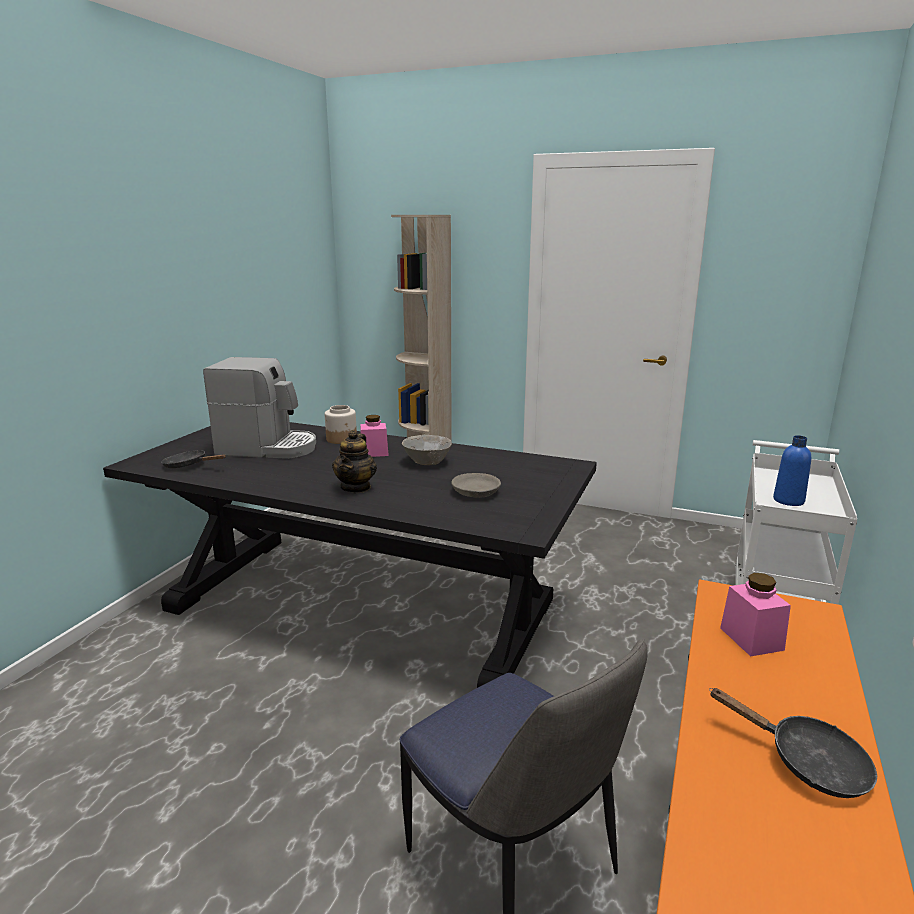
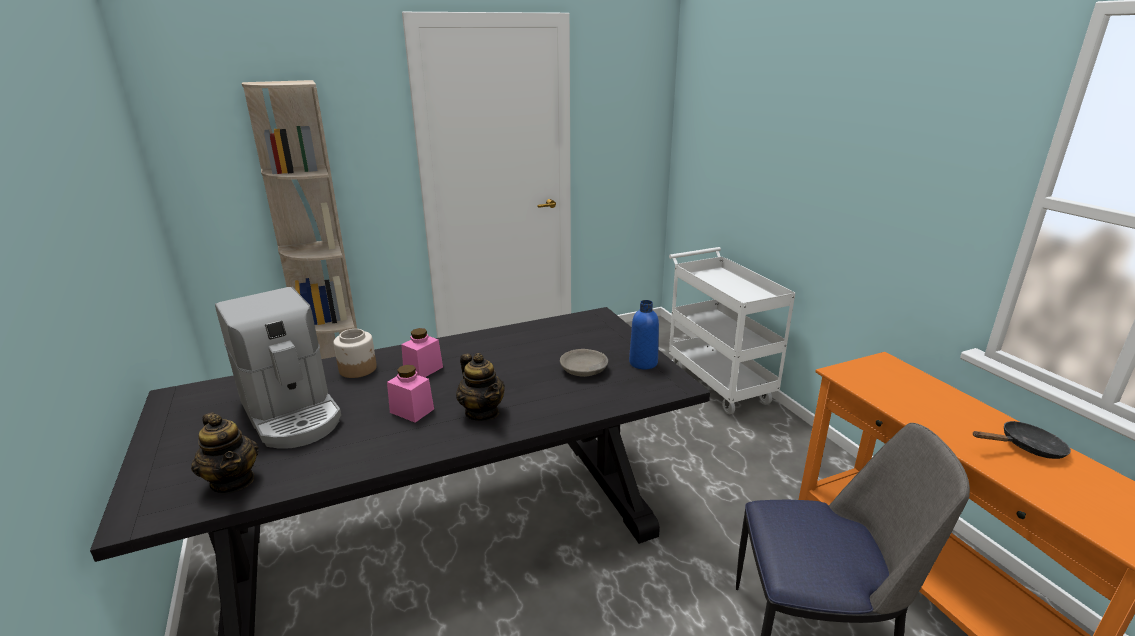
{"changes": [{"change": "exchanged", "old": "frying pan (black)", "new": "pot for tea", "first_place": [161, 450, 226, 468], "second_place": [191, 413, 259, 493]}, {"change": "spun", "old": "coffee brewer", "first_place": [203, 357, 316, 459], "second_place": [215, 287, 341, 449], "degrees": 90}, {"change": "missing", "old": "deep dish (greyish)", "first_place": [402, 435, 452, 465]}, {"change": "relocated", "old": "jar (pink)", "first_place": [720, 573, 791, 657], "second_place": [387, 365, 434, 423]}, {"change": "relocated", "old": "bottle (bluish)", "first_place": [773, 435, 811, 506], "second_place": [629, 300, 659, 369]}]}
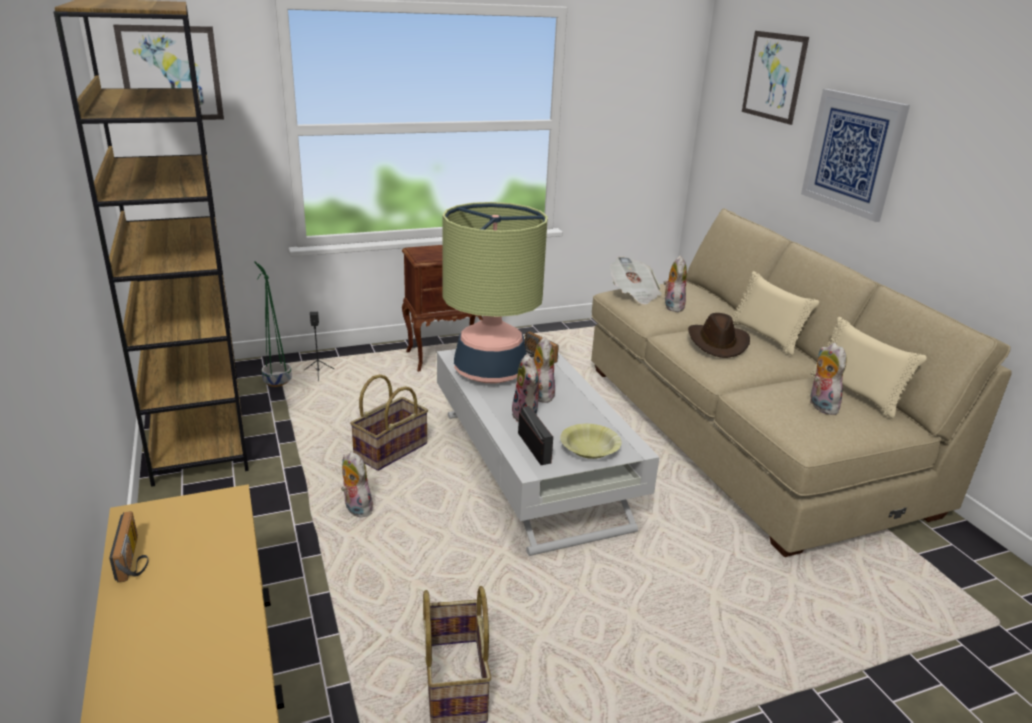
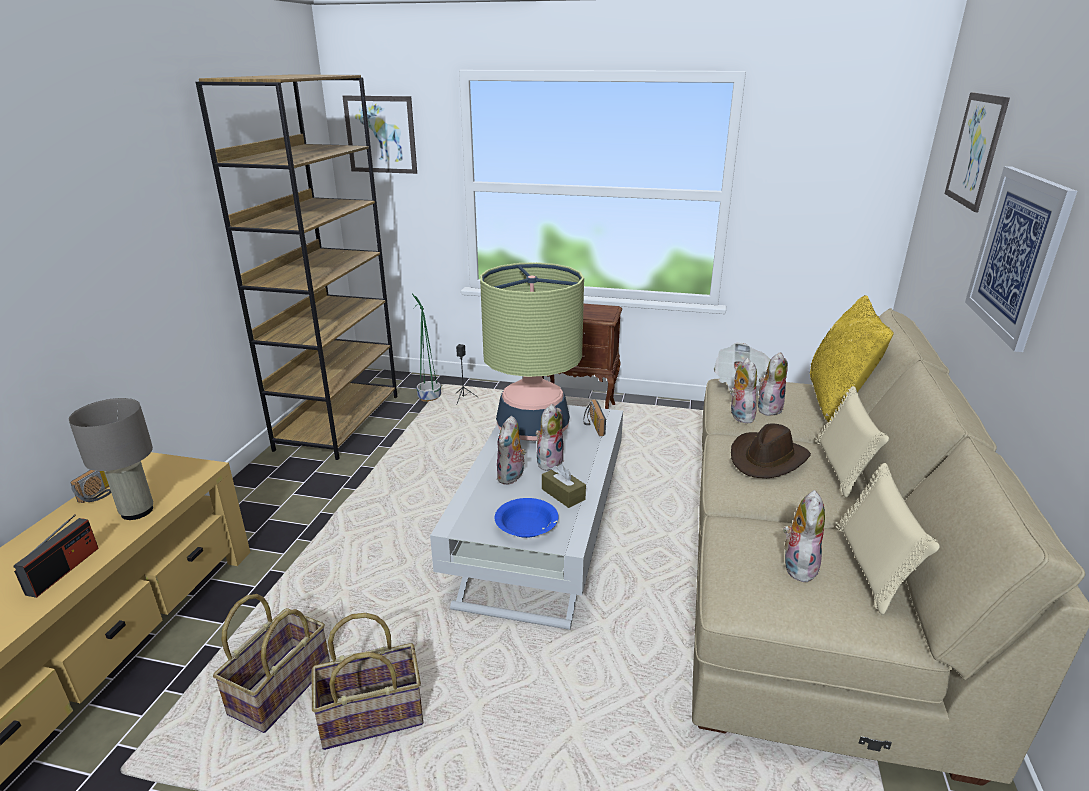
{"changes": [{"change": "relocated", "old": "plush toy", "first_place": [341, 451, 373, 517], "second_place": [730, 358, 757, 423]}, {"change": "relocated", "old": "storage basket", "first_place": [350, 374, 428, 471], "second_place": [312, 613, 423, 750]}, {"change": "relocated", "old": "radio", "first_place": [518, 404, 553, 465], "second_place": [14, 514, 99, 598]}, {"change": "colour", "old": "deep dish (yellow-coloured)", "new": "deep dish (bluish)", "first_place": [560, 424, 622, 459], "second_place": [495, 498, 559, 538]}, {"change": "appeared", "new": "lamp for a table (greyish)", "second_place": [69, 398, 153, 520]}, {"change": "appeared", "new": "box of tissues (brown)", "second_place": [542, 464, 586, 508]}, {"change": "appeared", "new": "pillow (yellow-coloured)", "second_place": [809, 296, 893, 422]}]}
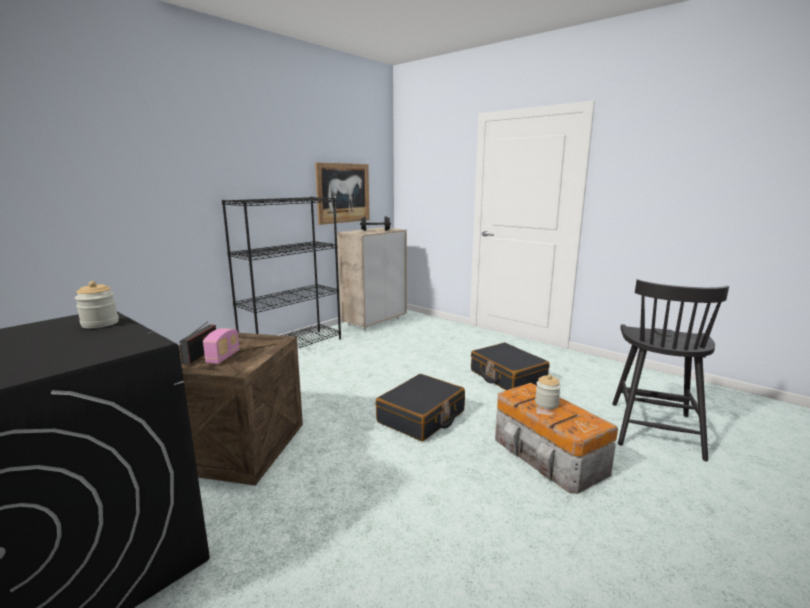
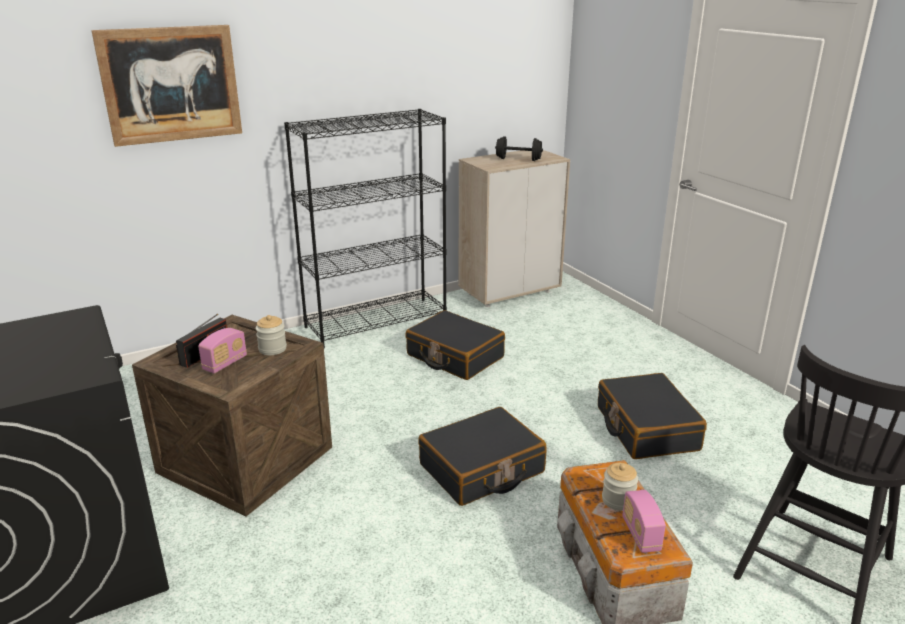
{"changes": [{"change": "relocated", "old": "jar", "first_place": [75, 281, 119, 328], "second_place": [256, 315, 287, 355]}, {"change": "relocated", "old": "picture", "first_place": [315, 162, 370, 225], "second_place": [91, 25, 242, 147]}, {"change": "appeared", "new": "travel case (black)", "second_place": [405, 310, 505, 380]}, {"change": "appeared", "new": "radio", "second_place": [622, 490, 666, 553]}]}
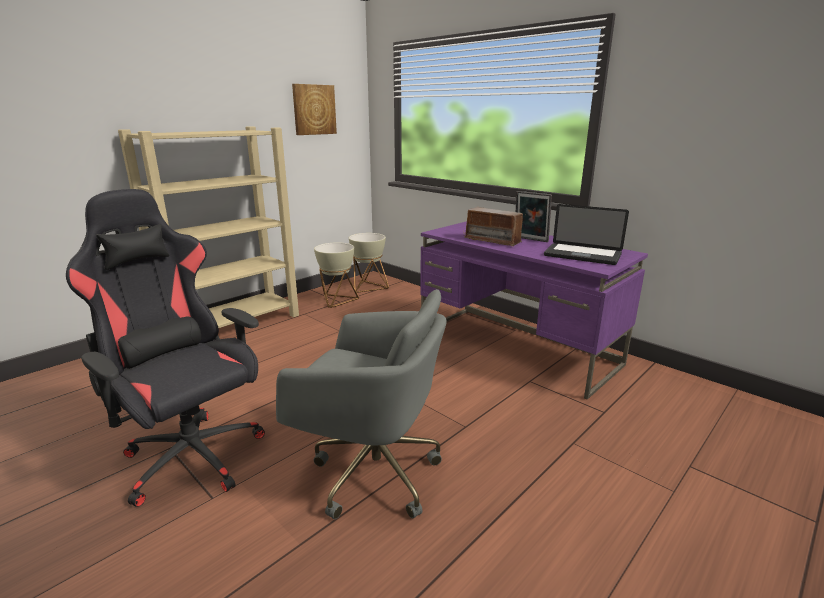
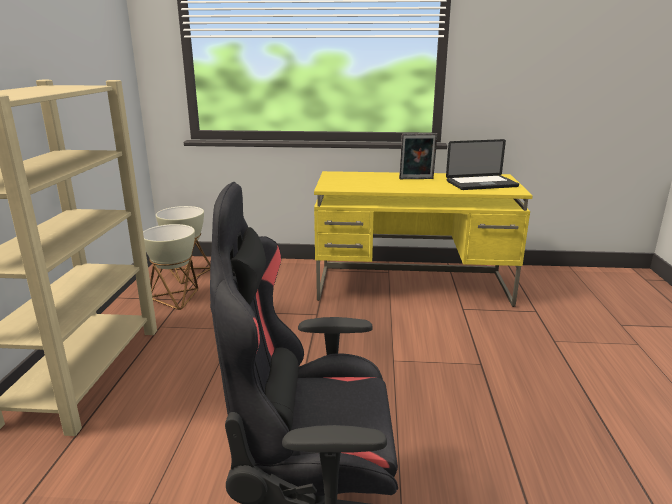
{"changes": [{"change": "missing", "old": "computer chair (greyish)", "first_place": [276, 289, 447, 519]}, {"change": "missing", "old": "picture", "first_place": [292, 84, 337, 135]}, {"change": "colour", "old": "desk (purple-coloured)", "new": "desk (yellow-coloured)", "first_place": [420, 221, 648, 399], "second_place": [314, 171, 533, 307]}, {"change": "missing", "old": "radio", "first_place": [463, 207, 526, 247]}]}
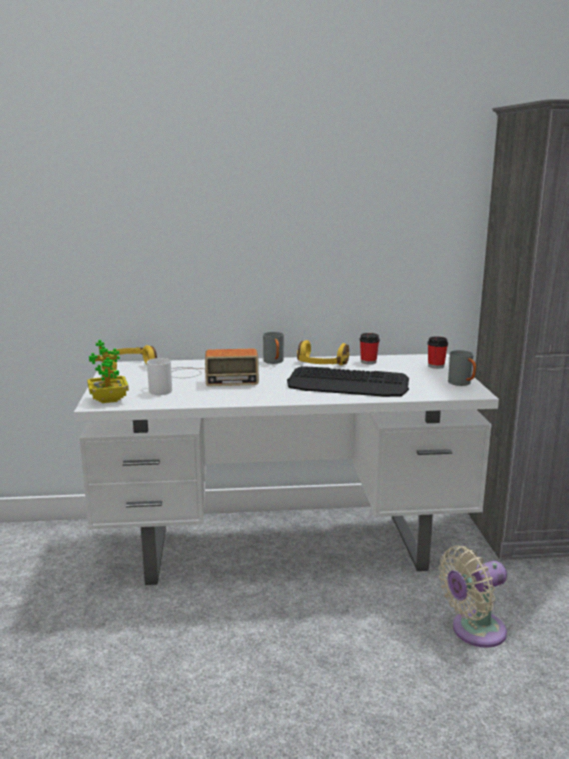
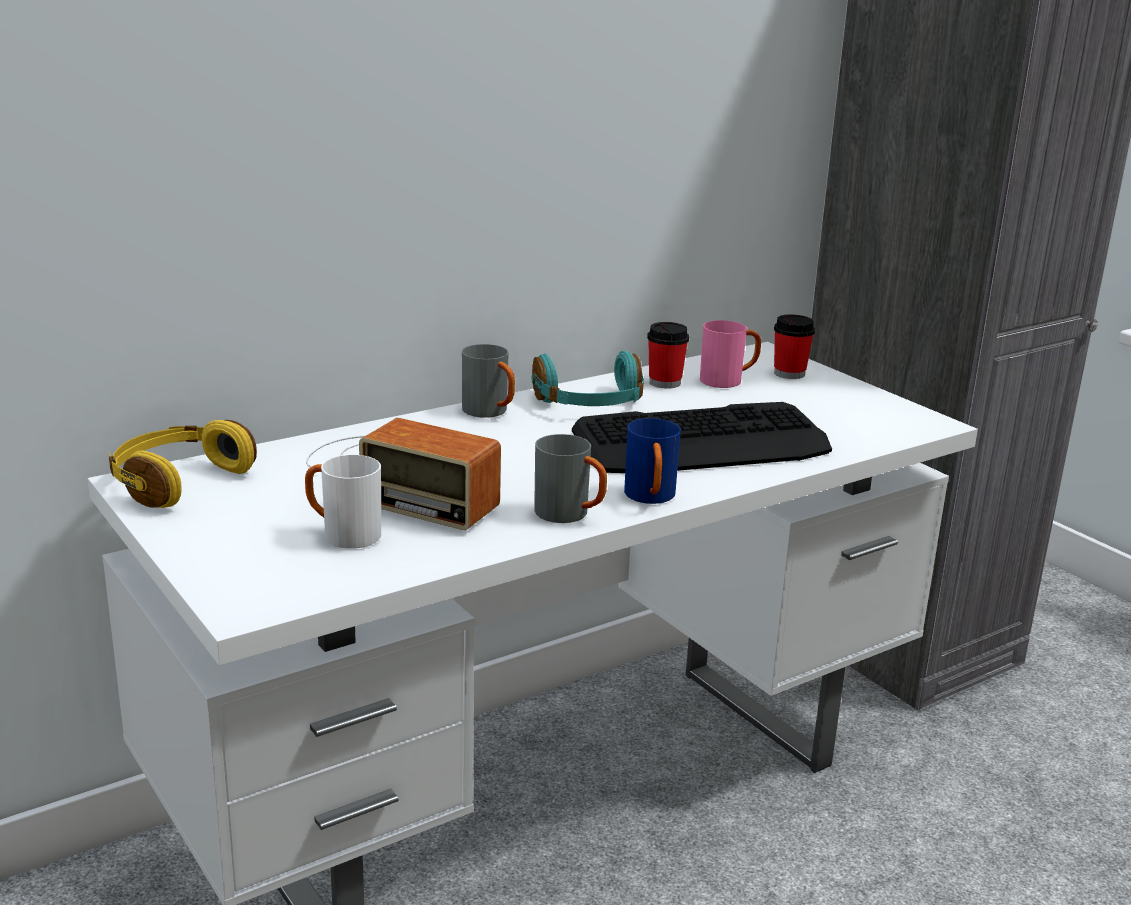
{"changes": [{"change": "missing", "old": "plant in a pot", "first_place": [87, 340, 129, 403]}, {"change": "spun", "old": "radio", "first_place": [171, 348, 259, 386], "second_place": [306, 418, 501, 530], "degrees": 60}, {"change": "colour", "old": "pair of headphones (yellow-coloured)", "new": "pair of headphones (blue-green)", "first_place": [297, 340, 349, 365], "second_place": [532, 351, 644, 406]}, {"change": "missing", "old": "cooling fan (sand-coloured)", "first_place": [439, 546, 507, 648]}, {"change": "relocated", "old": "mug (greyish)", "first_place": [448, 350, 476, 386], "second_place": [534, 434, 607, 523]}, {"change": "appeared", "new": "mug (bluish)", "second_place": [624, 418, 681, 504]}, {"change": "appeared", "new": "mug (pink)", "second_place": [700, 320, 761, 388]}]}
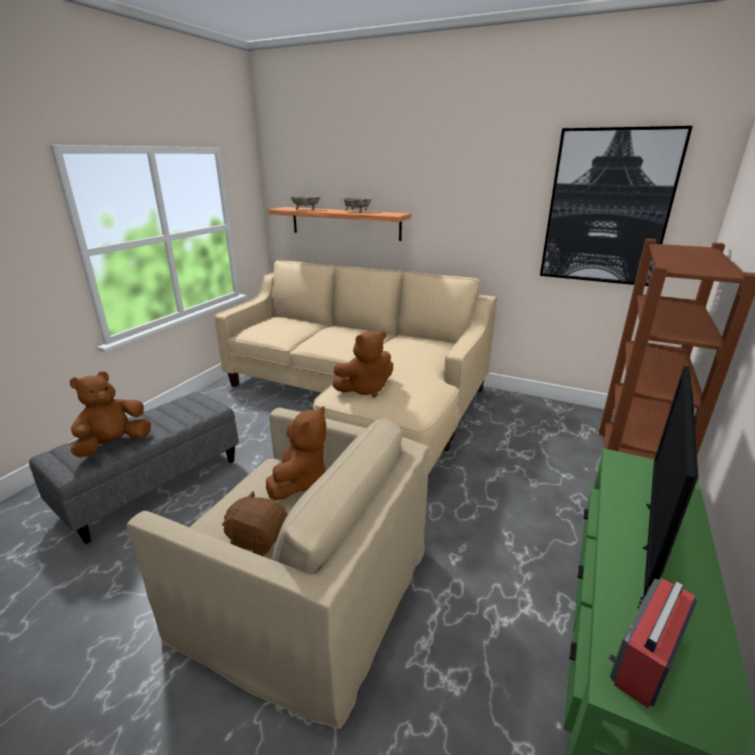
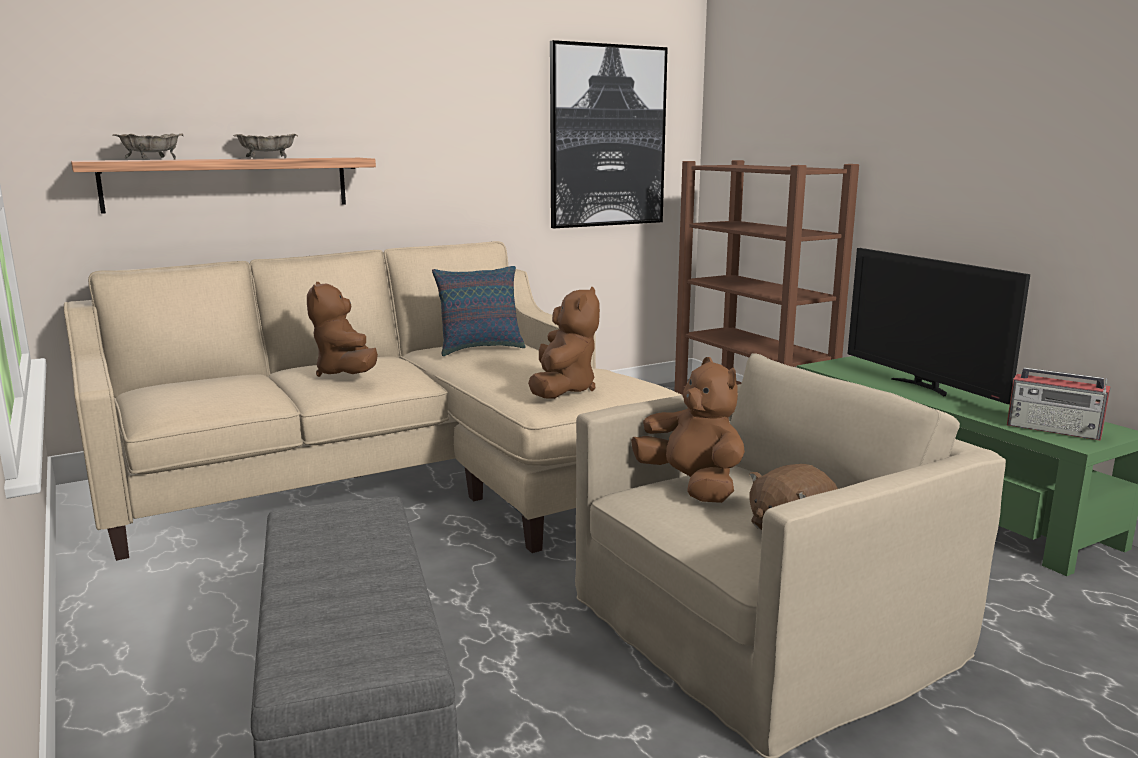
{"changes": [{"change": "relocated", "old": "plush toy (brown)", "first_place": [70, 372, 151, 457], "second_place": [307, 282, 378, 377]}, {"change": "spun", "old": "radio", "first_place": [609, 578, 697, 708], "second_place": [1007, 368, 1111, 441], "degrees": -45}, {"change": "appeared", "new": "pillow (bluish)", "second_place": [432, 266, 525, 356]}]}
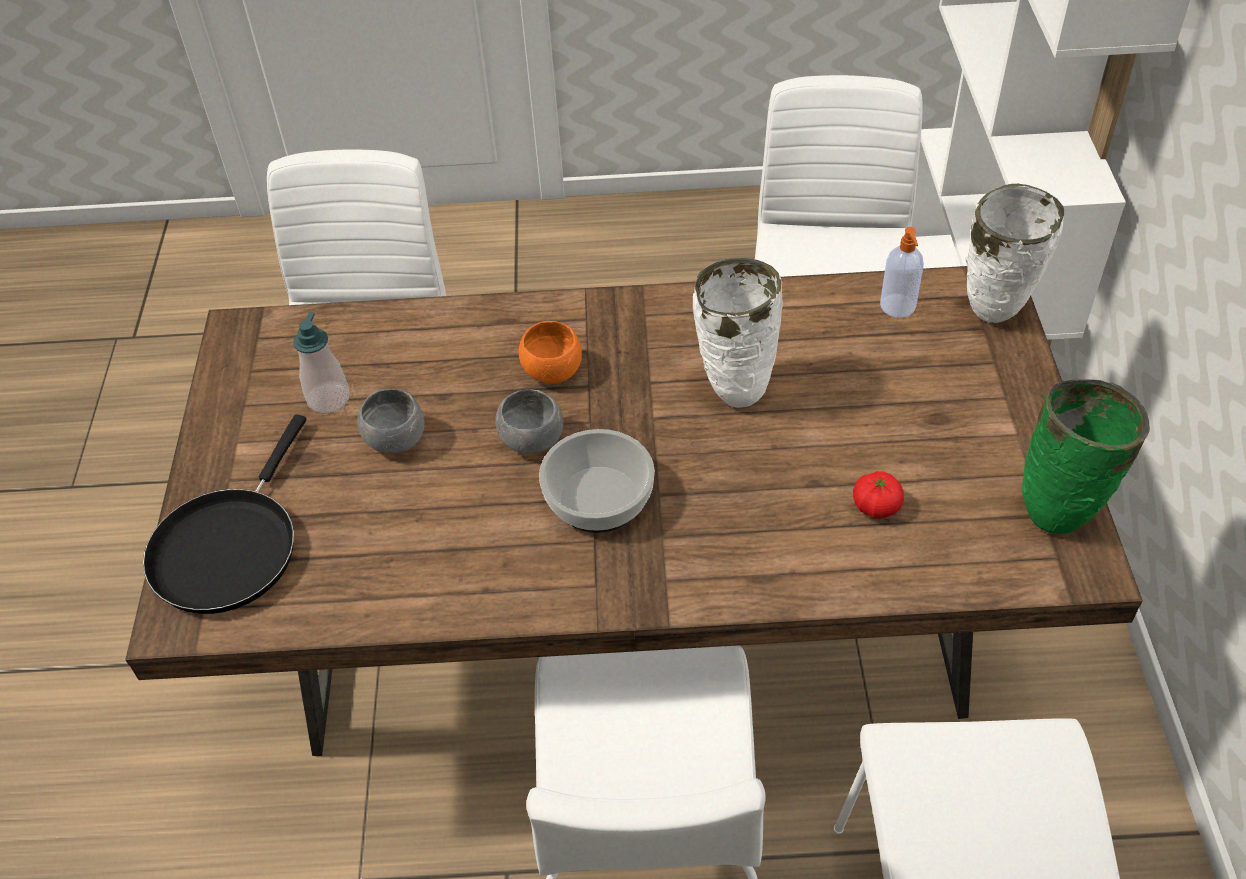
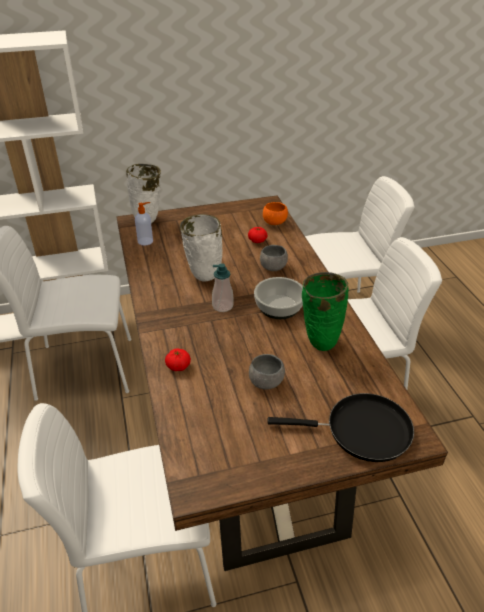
{"changes": [{"change": "relocated", "old": "soap bottle", "first_place": [293, 312, 350, 413], "second_place": [212, 263, 234, 312]}, {"change": "relocated", "old": "deep dish (greyish)", "first_place": [496, 389, 563, 454], "second_place": [260, 245, 288, 271]}, {"change": "relocated", "old": "deep dish (orange)", "first_place": [519, 321, 582, 383], "second_place": [263, 202, 288, 225]}, {"change": "relocated", "old": "decorative vase (greenish)", "first_place": [1022, 379, 1150, 534], "second_place": [302, 272, 348, 351]}, {"change": "appeared", "new": "whole tomato", "second_place": [165, 348, 191, 371]}]}
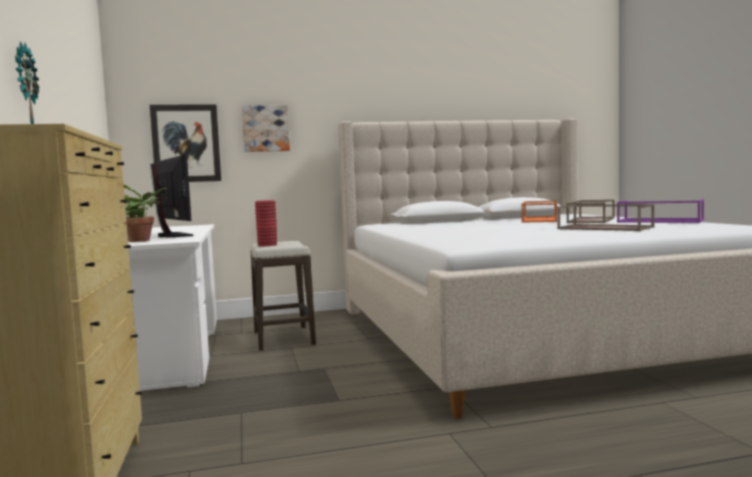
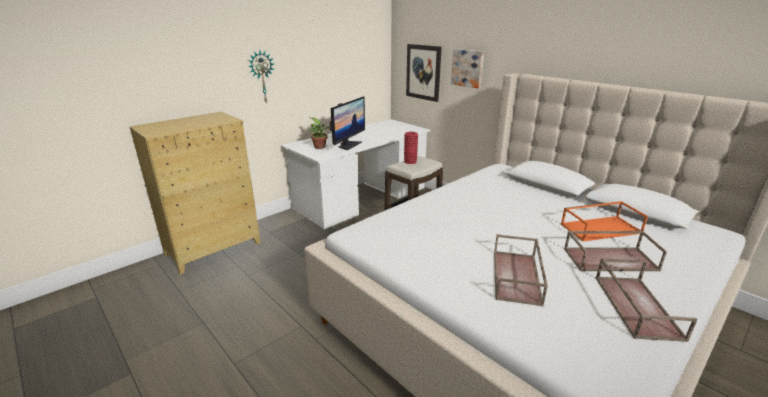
{"changes": [{"change": "colour", "old": "carrying tray (purple-coloured)", "new": "carrying tray (brown)", "first_place": [617, 199, 704, 223], "second_place": [596, 259, 698, 342]}]}
